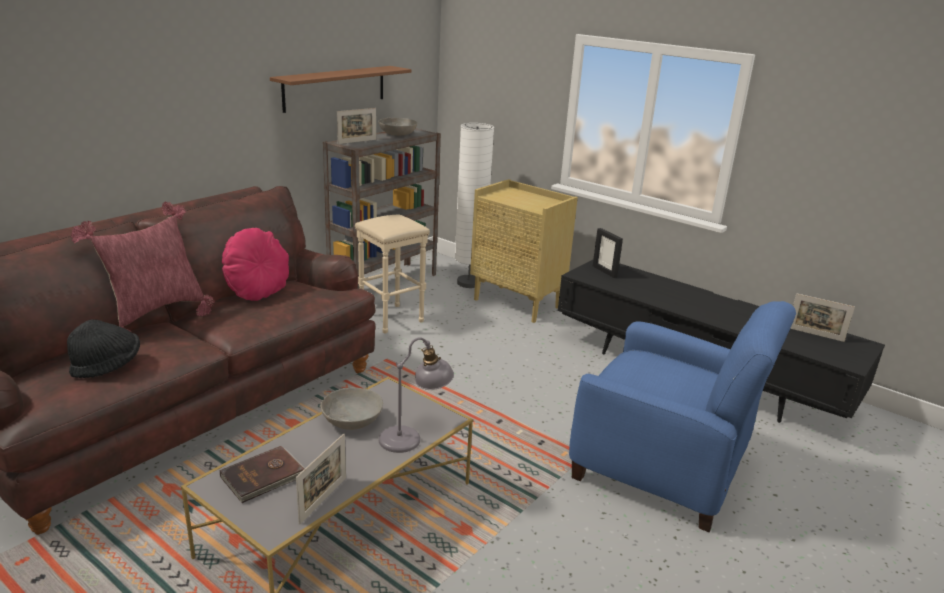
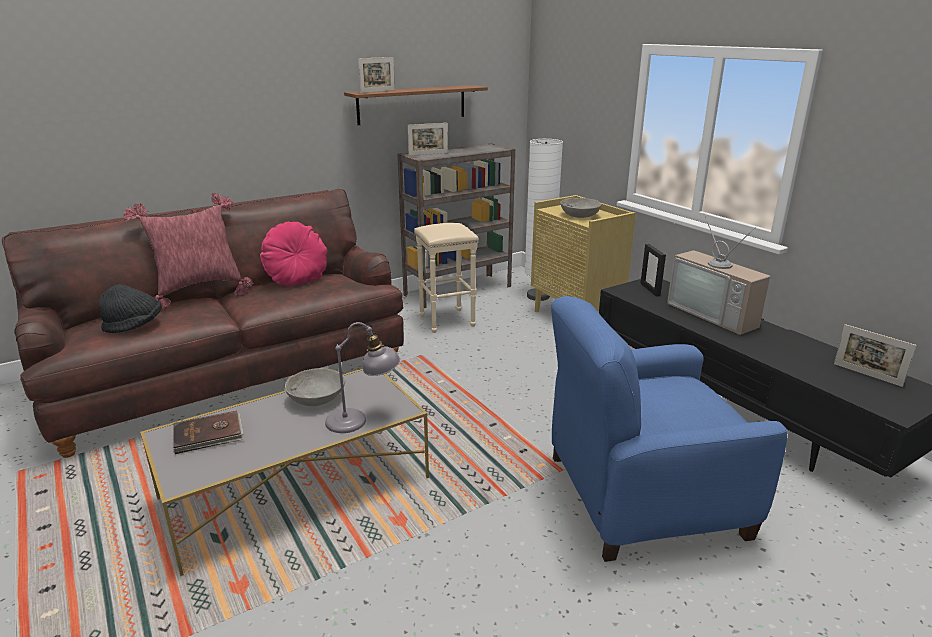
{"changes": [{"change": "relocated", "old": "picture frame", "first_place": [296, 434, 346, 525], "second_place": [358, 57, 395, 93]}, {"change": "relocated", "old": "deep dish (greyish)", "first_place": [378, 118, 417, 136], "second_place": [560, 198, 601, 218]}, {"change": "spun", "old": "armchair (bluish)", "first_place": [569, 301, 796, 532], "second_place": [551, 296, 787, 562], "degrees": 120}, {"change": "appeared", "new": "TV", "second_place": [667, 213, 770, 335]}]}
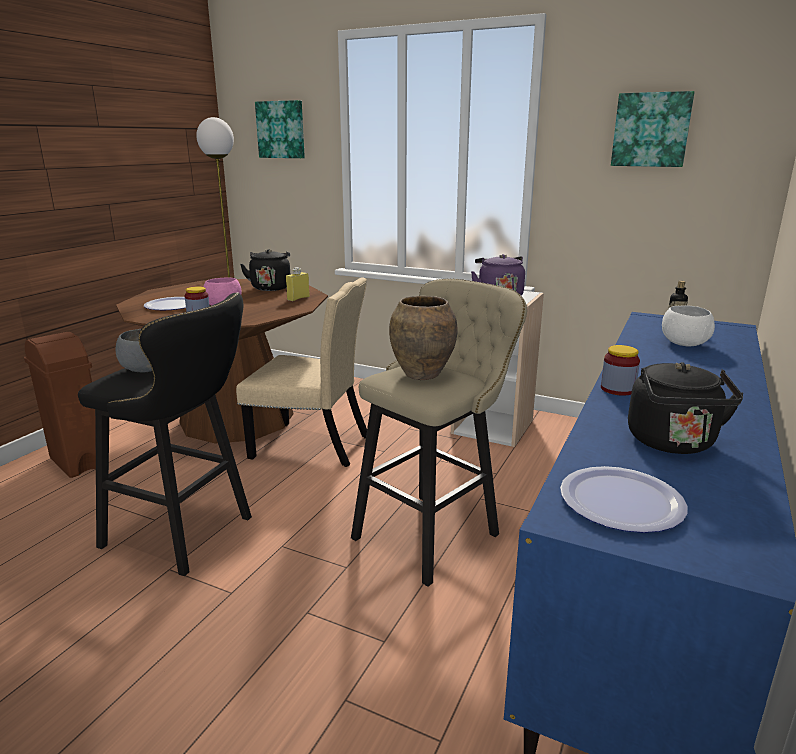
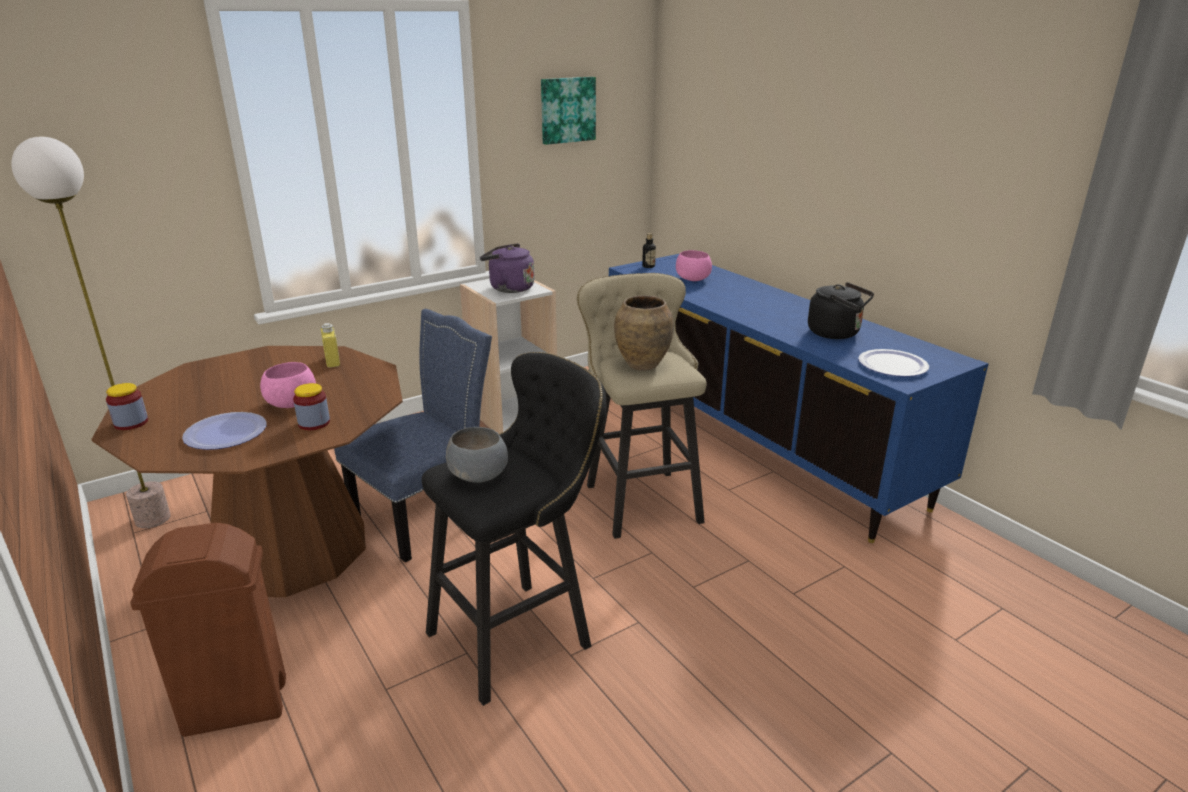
{"changes": [{"change": "colour", "old": "plain chair (sand-coloured)", "new": "plain chair (bluish)", "first_place": [236, 277, 367, 467], "second_place": [334, 309, 492, 562]}, {"change": "missing", "old": "water kettle (black)", "first_place": [240, 249, 290, 291]}, {"change": "missing", "old": "picture", "first_place": [255, 100, 305, 158]}, {"change": "relocated", "old": "jar", "first_place": [601, 345, 640, 396], "second_place": [106, 383, 148, 430]}, {"change": "colour", "old": "deep dish (white-coloured)", "new": "deep dish (pink)", "first_place": [662, 305, 715, 346], "second_place": [676, 250, 712, 281]}]}
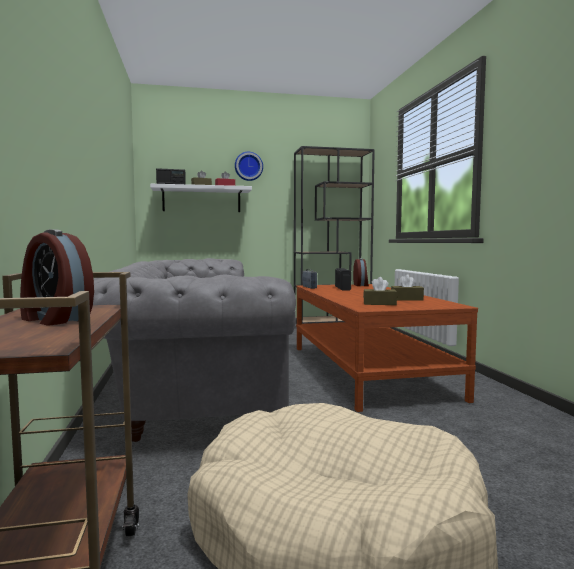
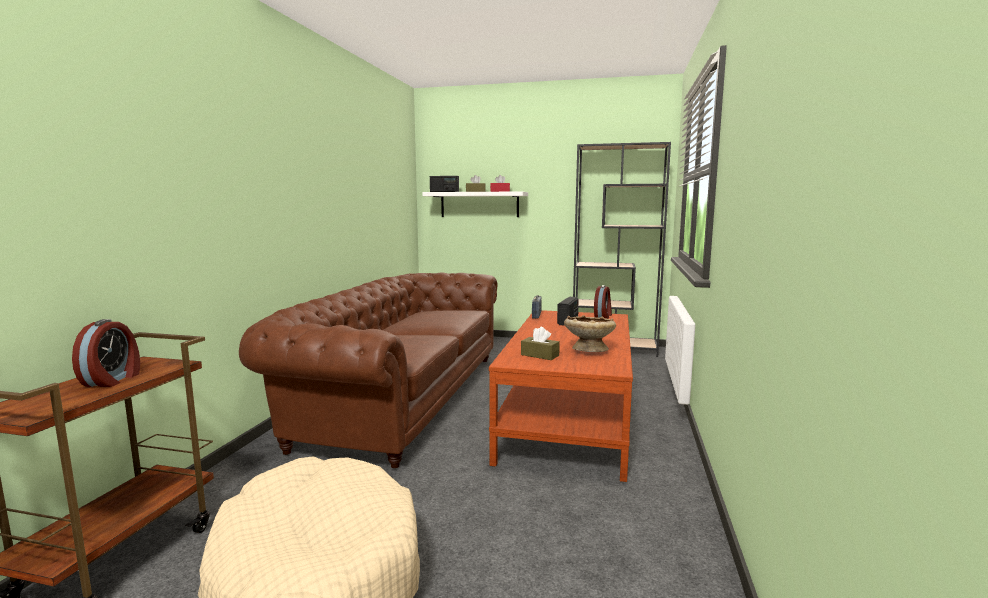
{"changes": [{"change": "spun", "old": "alarm clock", "first_place": [20, 229, 94, 325], "second_place": [72, 319, 140, 387], "degrees": -150}, {"change": "colour", "old": "settee (greyish)", "new": "settee (brown)", "first_place": [93, 258, 296, 442], "second_place": [239, 273, 498, 468]}, {"change": "missing", "old": "clock on the wall", "first_place": [235, 152, 263, 181]}, {"change": "exchanged", "old": "box of tissues (brown)", "new": "deep dish (sand-coloured)", "first_place": [391, 274, 424, 301], "second_place": [564, 315, 616, 352]}]}
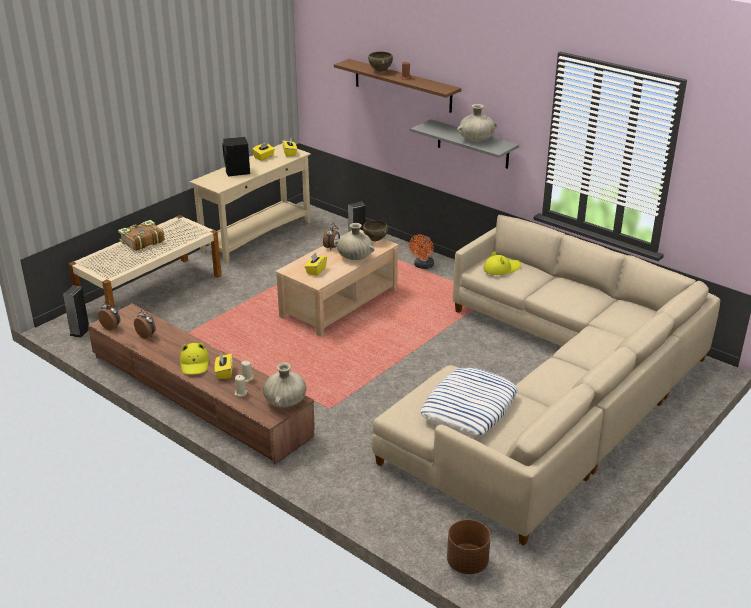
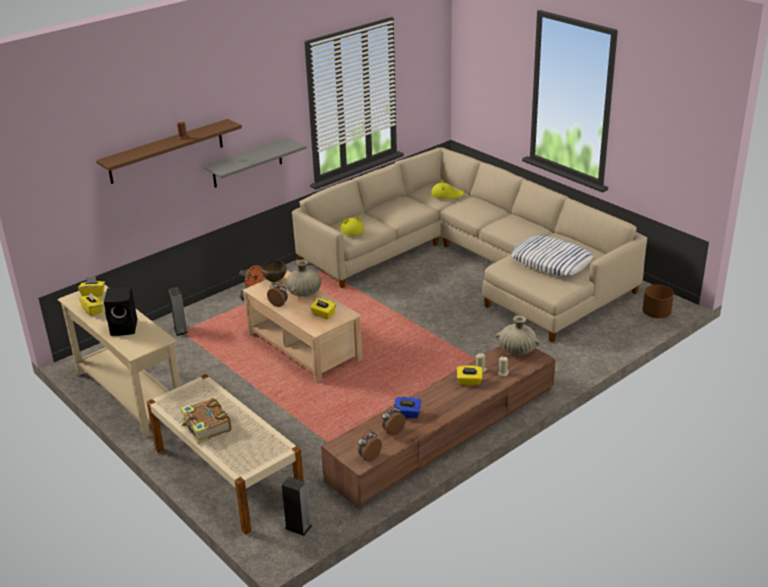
{"changes": [{"change": "relocated", "old": "hat (yellow-coloured)", "first_place": [180, 343, 209, 375], "second_place": [431, 179, 464, 199]}, {"change": "missing", "old": "deep dish (brown)", "first_place": [368, 52, 393, 72]}, {"change": "missing", "old": "decorative vase (sand-coloured)", "first_place": [457, 104, 497, 142]}, {"change": "appeared", "new": "box of tissues (bluish)", "second_place": [394, 397, 422, 418]}]}
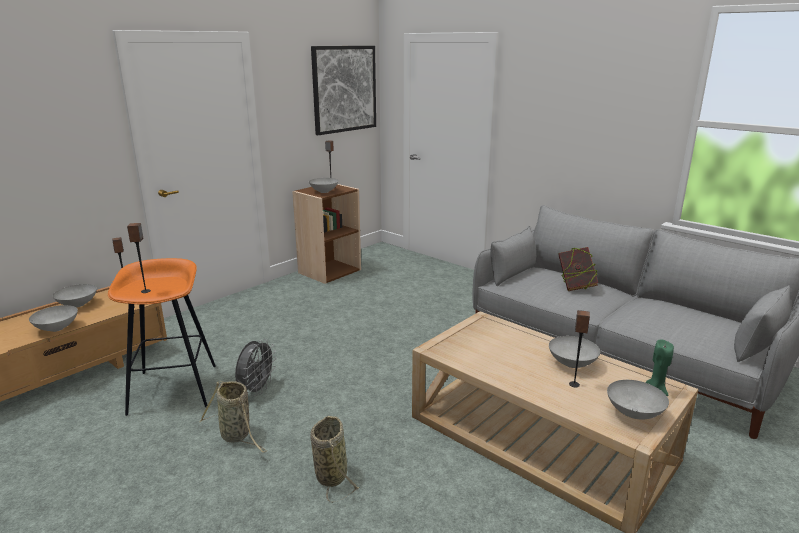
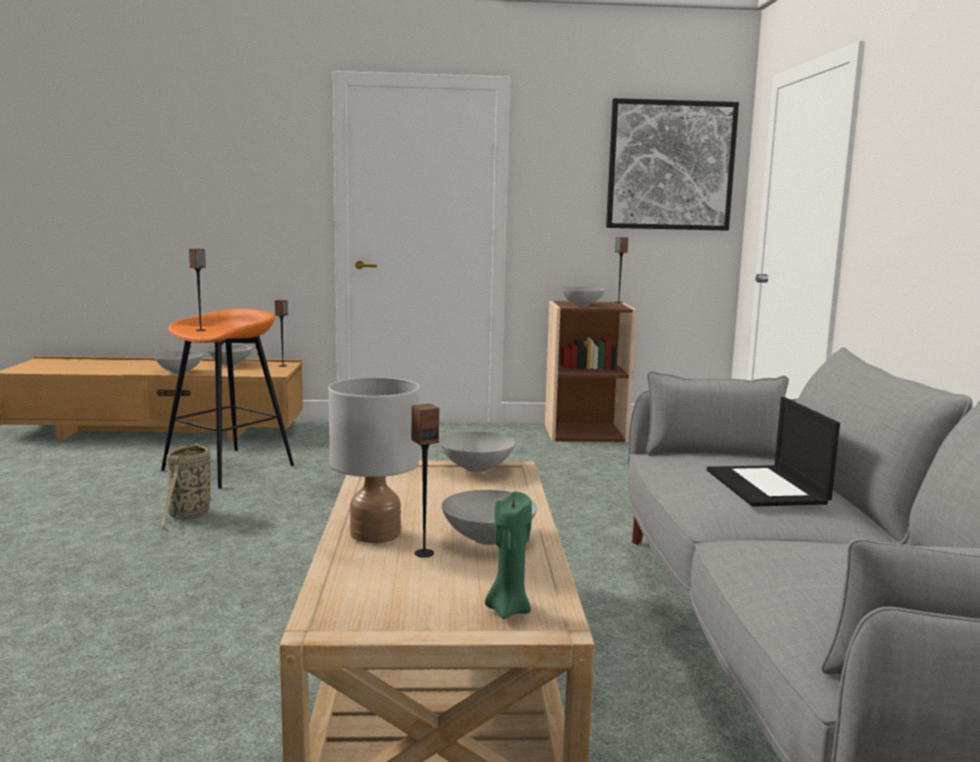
{"changes": [{"change": "missing", "old": "cooling fan (greyish)", "first_place": [235, 339, 277, 396]}, {"change": "missing", "old": "storage basket", "first_place": [311, 416, 359, 503]}, {"change": "exchanged", "old": "book", "new": "portable computer", "first_place": [558, 247, 598, 291], "second_place": [707, 397, 840, 507]}, {"change": "relocated", "old": "deep dish (greyish)", "first_place": [607, 380, 669, 420], "second_place": [440, 432, 515, 472]}, {"change": "appeared", "new": "lamp for a table (greyish)", "second_place": [329, 377, 419, 543]}]}
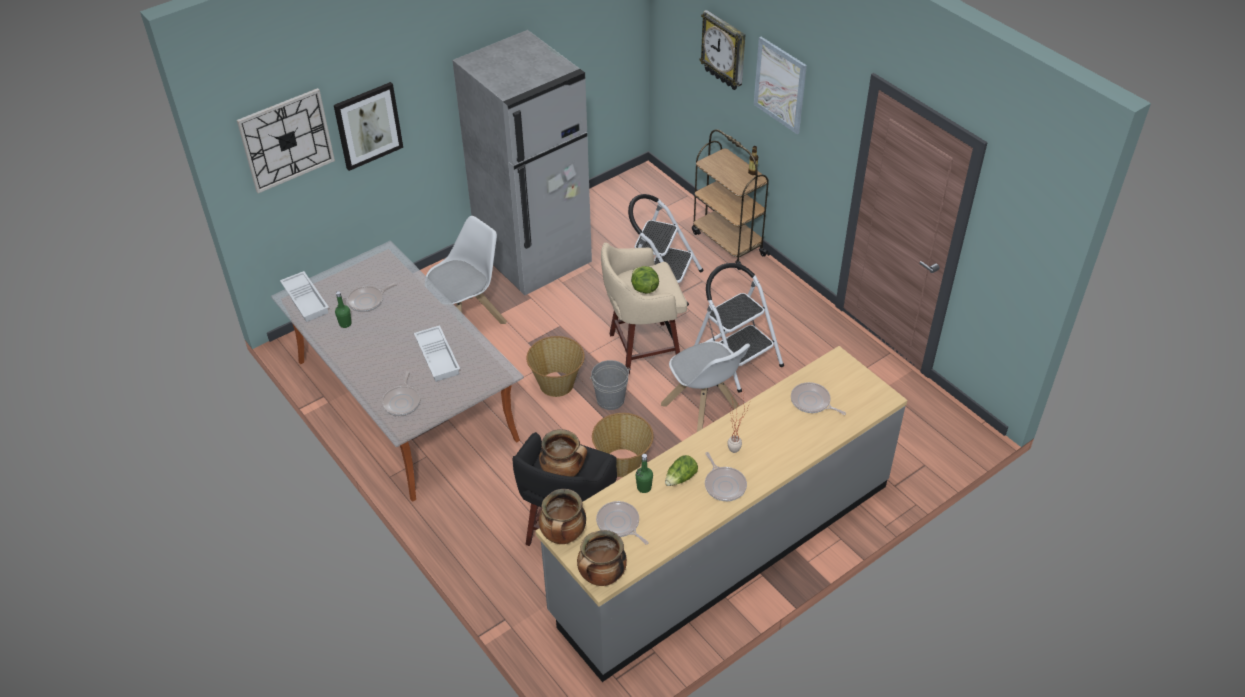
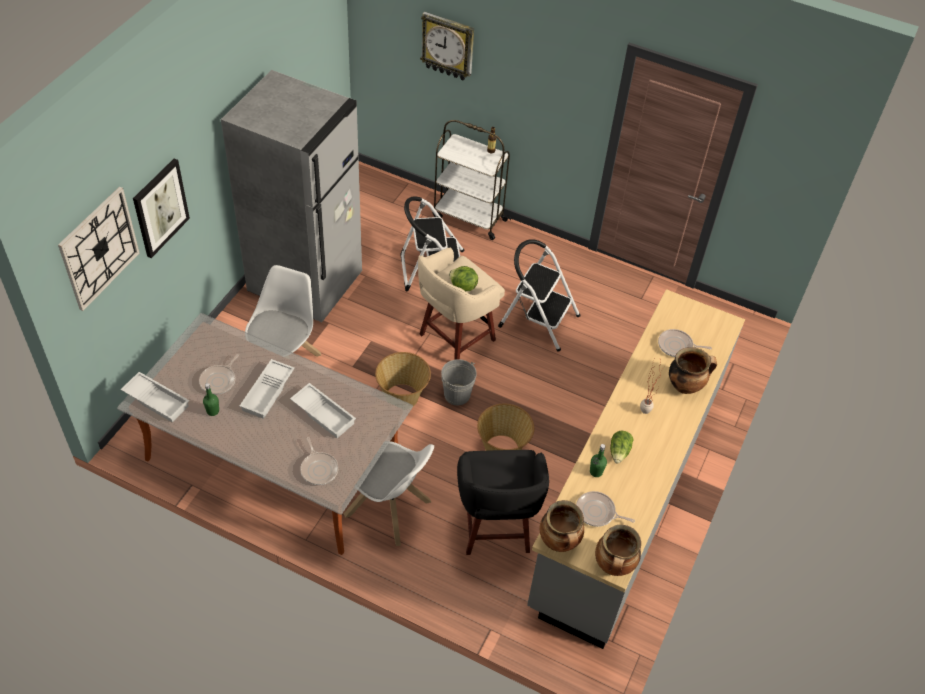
{"changes": [{"change": "relocated", "old": "cooking pot", "first_place": [539, 429, 587, 477], "second_place": [669, 347, 717, 394]}, {"change": "relocated", "old": "plain chair", "first_place": [661, 341, 751, 432], "second_place": [344, 441, 434, 546]}, {"change": "colour", "old": "cart (brown)", "new": "cart (white-coloured)", "first_place": [692, 129, 770, 270], "second_place": [432, 120, 511, 240]}, {"change": "missing", "old": "frying pan", "first_place": [705, 452, 747, 501]}, {"change": "missing", "old": "picture", "first_place": [754, 37, 807, 134]}, {"change": "appeared", "new": "carrying tray (white-coloured)", "second_place": [240, 359, 295, 419]}]}
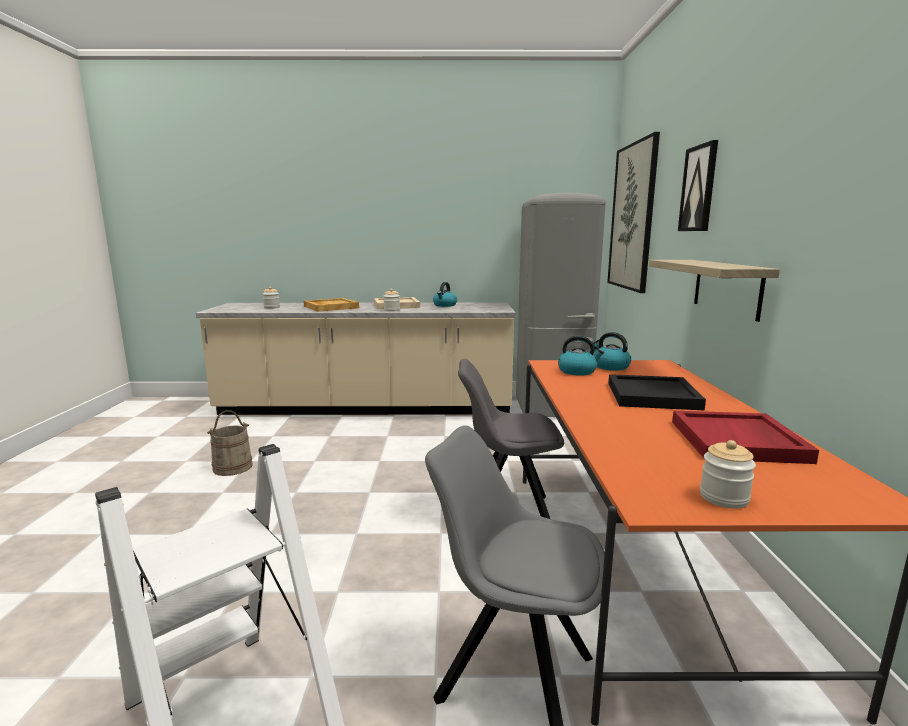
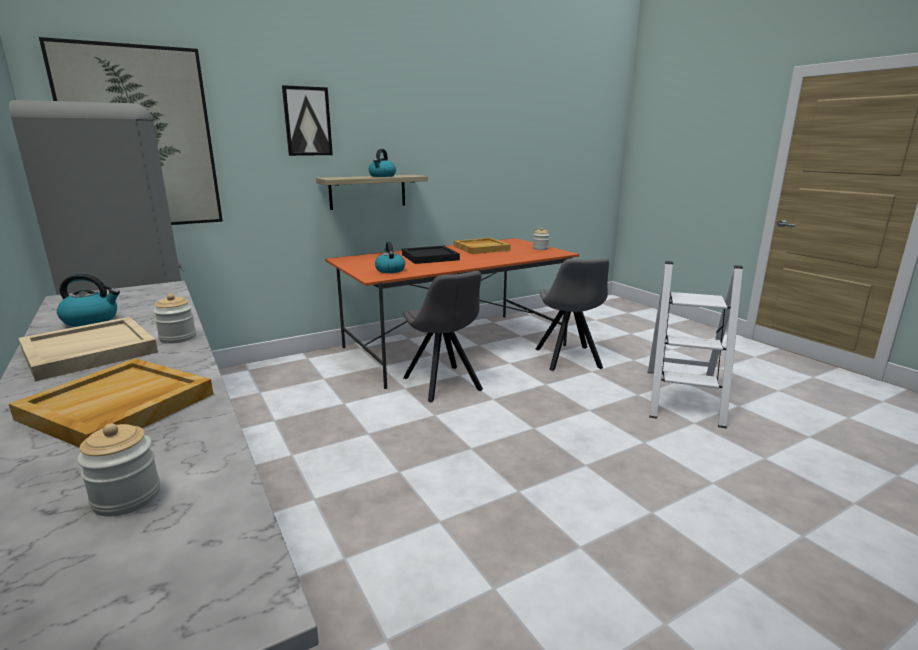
{"changes": [{"change": "missing", "old": "pail (sand-coloured)", "first_place": [207, 410, 253, 476]}, {"change": "relocated", "old": "water kettle", "first_place": [592, 332, 631, 371], "second_place": [369, 149, 396, 177]}, {"change": "colour", "old": "carrying tray (red)", "new": "carrying tray (sand-coloured)", "first_place": [672, 411, 819, 464], "second_place": [454, 238, 511, 254]}]}
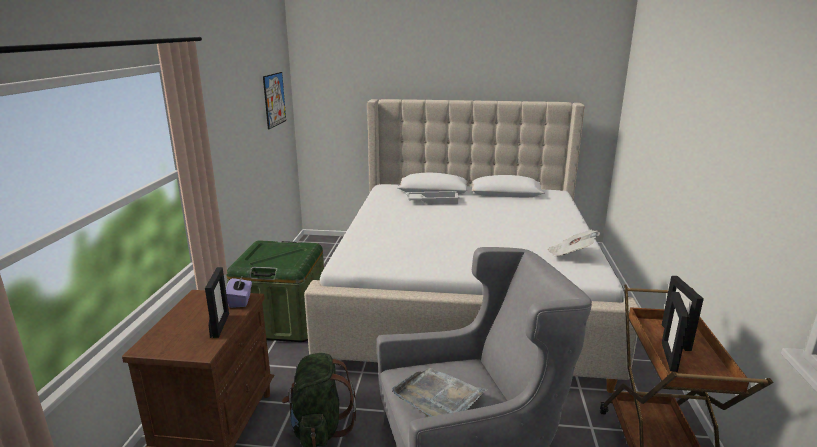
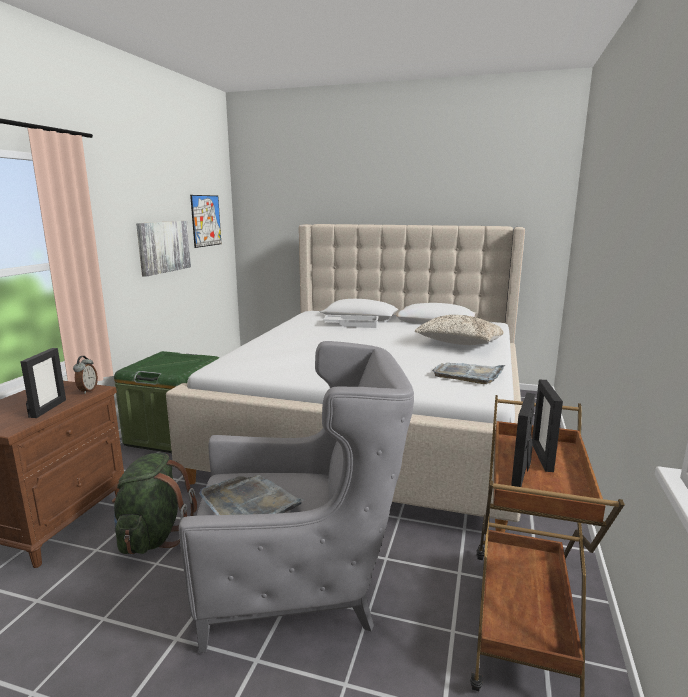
{"changes": [{"change": "exchanged", "old": "box of tissues (purple-coloured)", "new": "alarm clock", "first_place": [226, 275, 252, 308], "second_place": [73, 356, 98, 394]}, {"change": "exchanged", "old": "printed paper", "new": "carrying tray (greyish)", "first_place": [548, 230, 600, 257], "second_place": [432, 362, 505, 384]}, {"change": "appeared", "new": "picture", "second_place": [136, 221, 191, 277]}, {"change": "appeared", "new": "pillow (sand-coloured)", "second_place": [415, 315, 504, 345]}]}
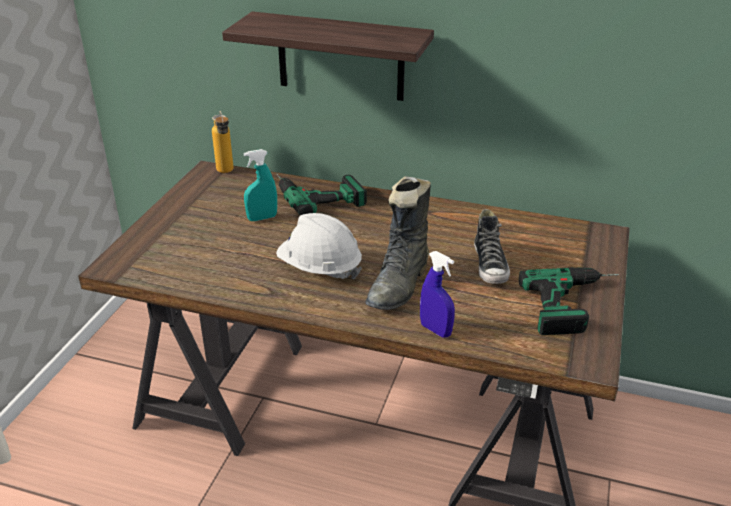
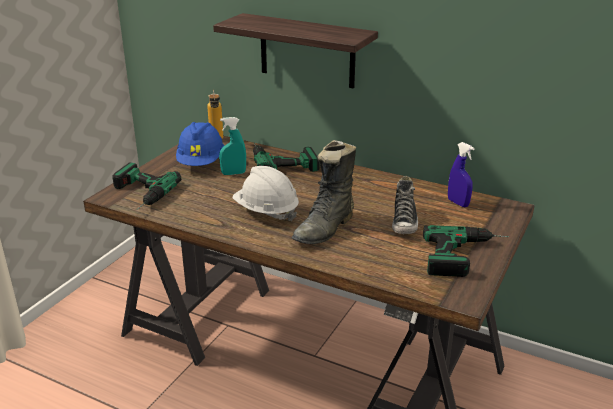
{"changes": [{"change": "relocated", "old": "spray bottle (bluish)", "first_place": [420, 251, 455, 338], "second_place": [448, 142, 475, 207]}, {"change": "appeared", "new": "electric drill", "second_place": [112, 163, 181, 210]}, {"change": "appeared", "new": "safety helmet (bluish)", "second_place": [176, 122, 224, 166]}]}
